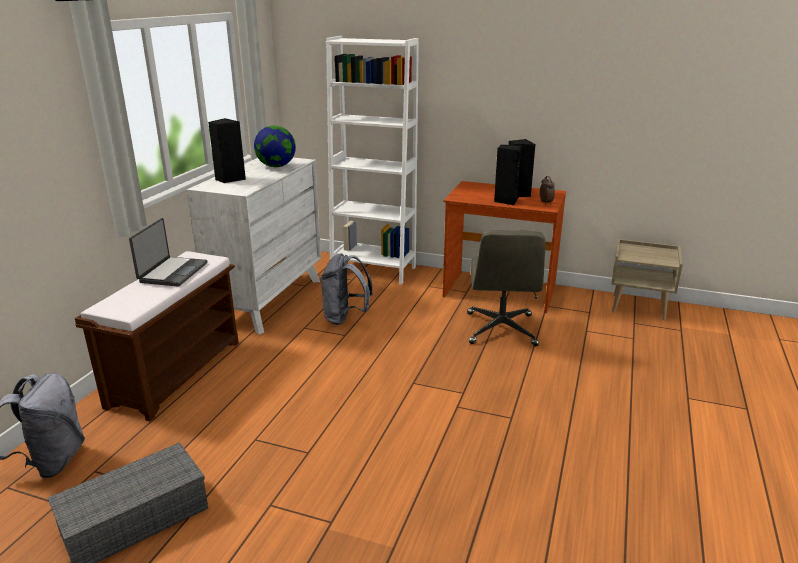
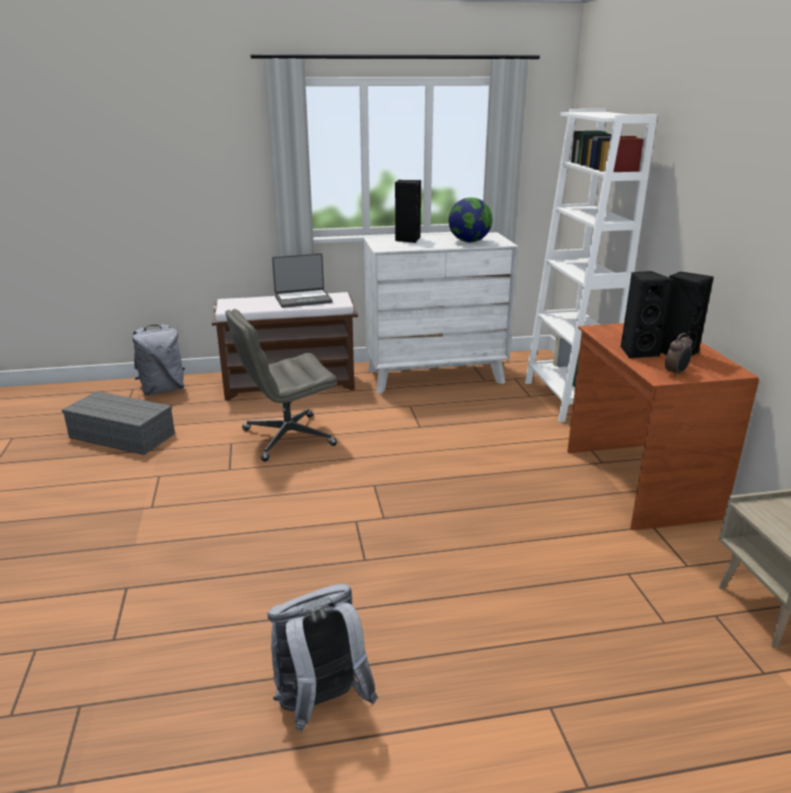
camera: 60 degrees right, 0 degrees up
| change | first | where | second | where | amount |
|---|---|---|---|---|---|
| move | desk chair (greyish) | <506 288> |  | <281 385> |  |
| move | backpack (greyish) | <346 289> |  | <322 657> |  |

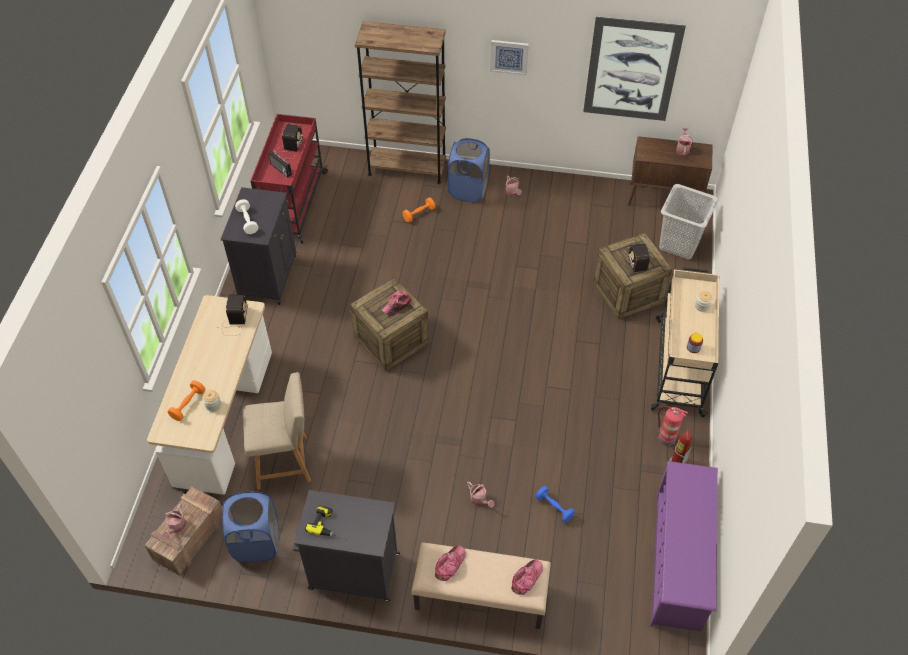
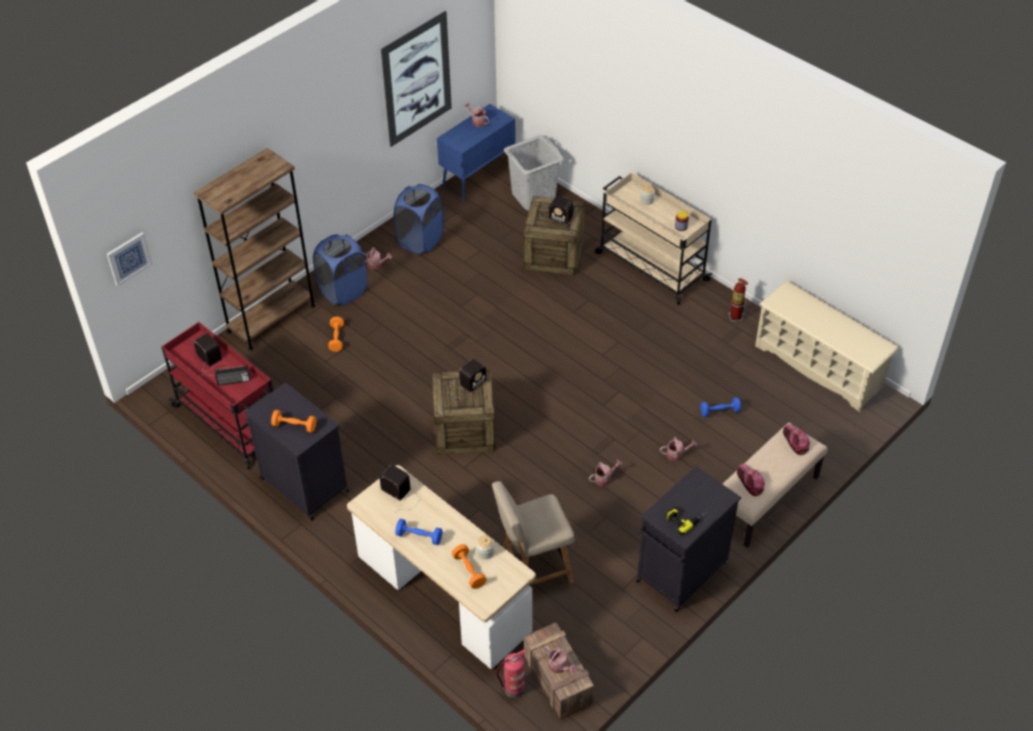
camera: 55 degrees left, 5 degrees down
| change | first | where | second | where | amount |
|---|---|---|---|---|---|
| move | wall picture | <509 57> |  | <129 259> |  |
| recolor | storage cabinet (brown-coloured) | <670 170> | storage cabinet (blue-coloured) | <476 153> |  |
| recolor | dumbbell (white) | <246 216> | dumbbell (orange) | <293 421> |  |
| replace | cap | <397 303> | radio | <467 379> |  |
| rotate | upright chair (beige) | <276 431> |  | <533 533> | 135 degrees counterclockwise |
| move | fire-fighting cylinder | <673 426> |  | <511 673> |  |
| recolor | shoe rack (purplish) | <684 546> | shoe rack (beige) | <827 346> |  |
| move | hamper (blue-coloured) | <250 526> |  | <419 219> |  |
| insert |  |  | sprinkling can | <605 472> |  |
| insert |  |  | dumbbell (blue-coloured) | <418 532> |  |

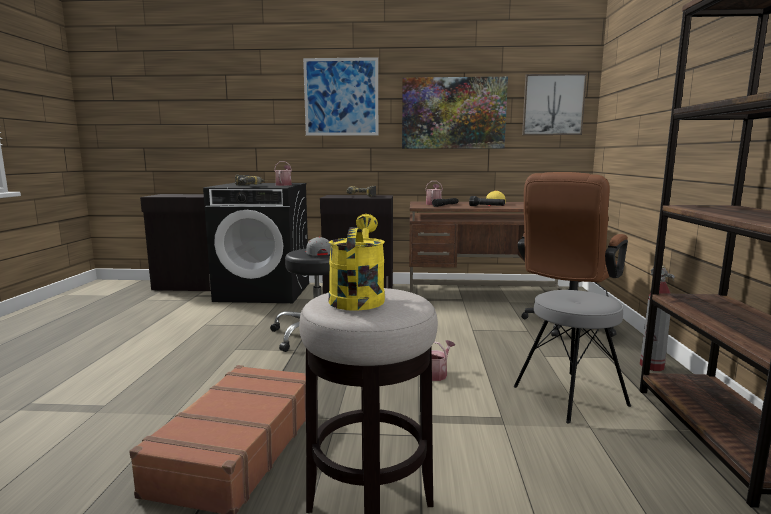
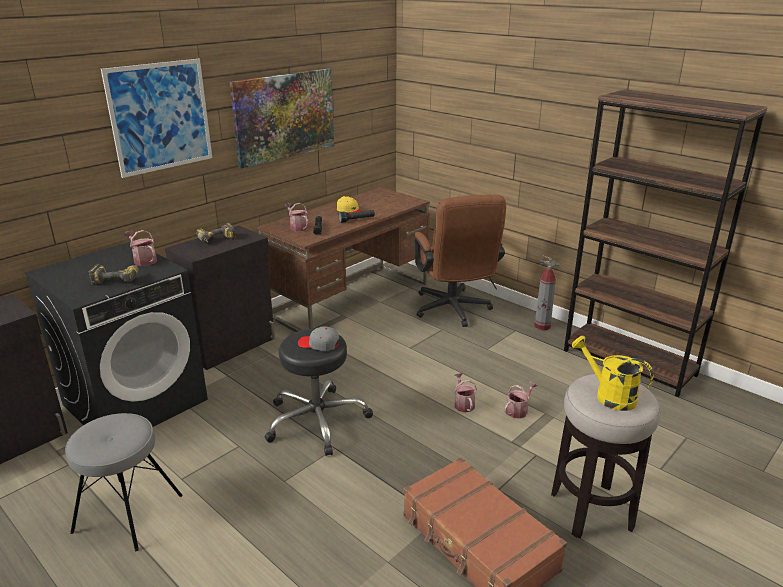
camera: 50 degrees left, 15 degrees up
| change | first | where | second | where | amount |
|---|---|---|---|---|---|
| delete | wall picture | <554 104> |  |  |  |
| move | sitting stool (greyish) | <572 356> |  | <124 482> |  |
| insert |  |  | sprinkling can | <521 400> |  |

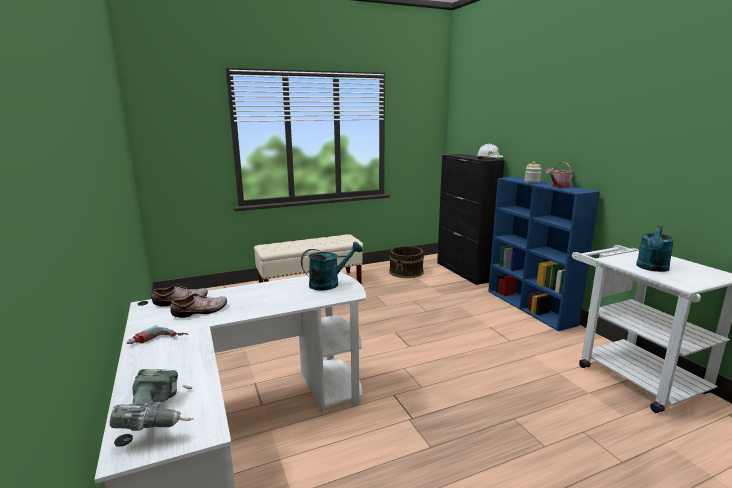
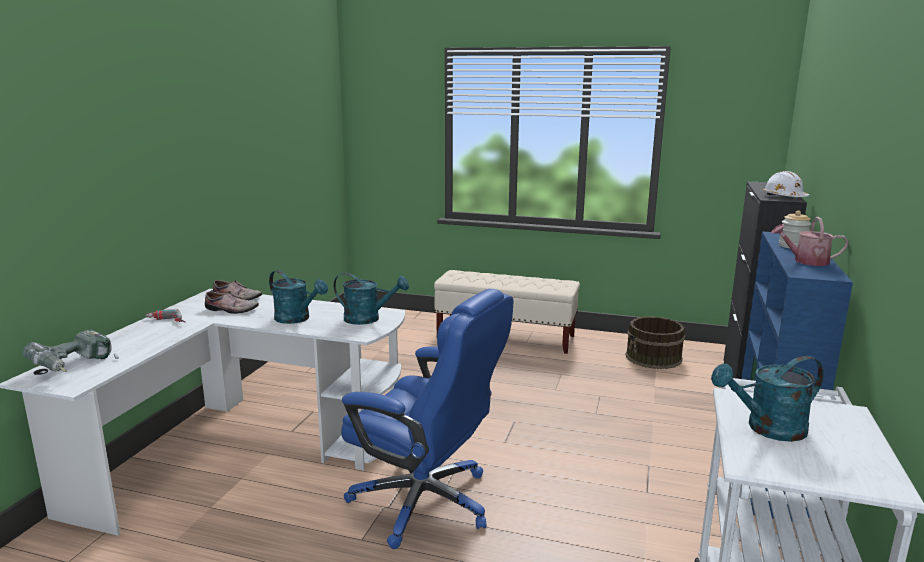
camera: 40 degrees right, 0 degrees up
| change | first | where | second | where | amount |
|---|---|---|---|---|---|
| insert |  |  | sprinkling can (turquoise) | <298 297> |  |
| insert |  |  | desk chair (blue-coloured) | <427 419> |  |

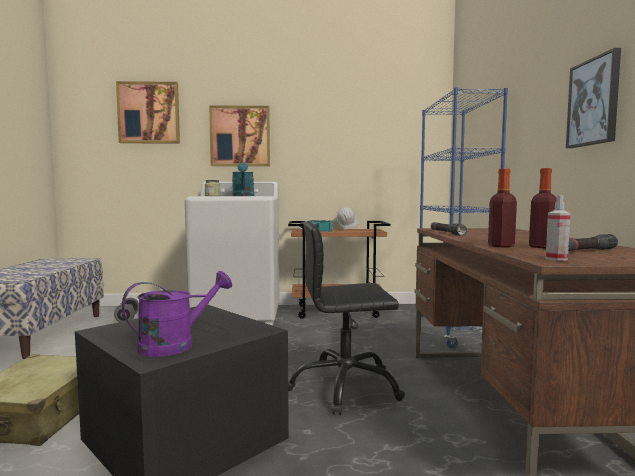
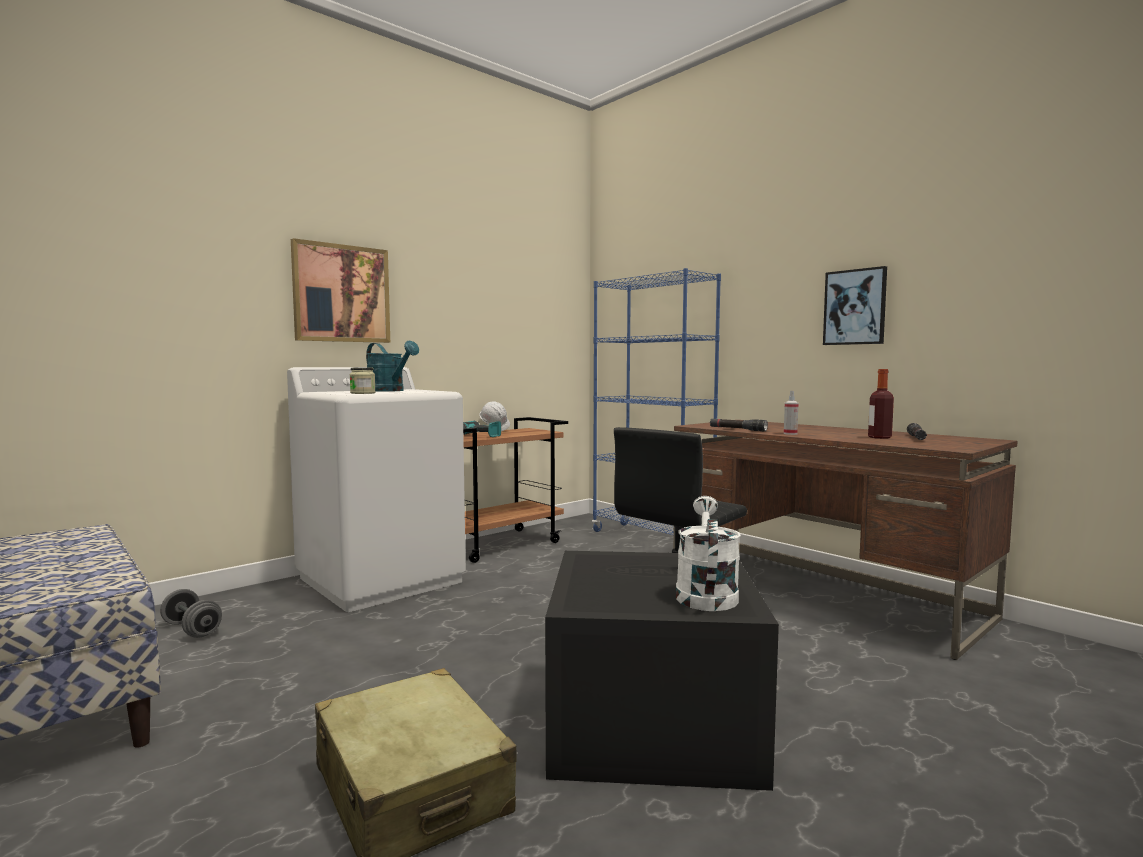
camera: 40 degrees left, 0 degrees up
| change | first | where | second | where | amount |
|---|---|---|---|---|---|
| delete | wall picture | <148 112> |  |  |  |
| delete | drink bottle | <502 207> |  |  |  |
| move | sprayer | <558 228> |  | <791 413> |  |
| recolor | sprinkling can (purplish) | <177 314> | sprinkling can (white) | <708 553> |  |

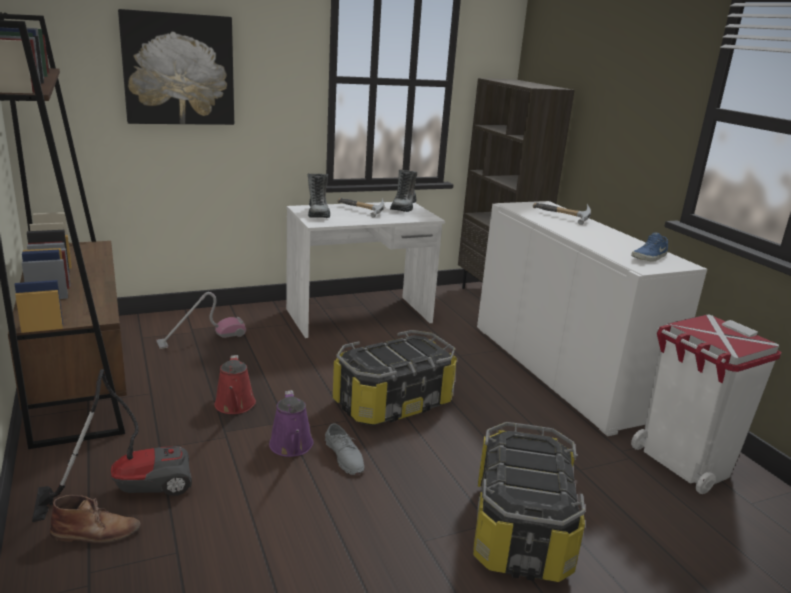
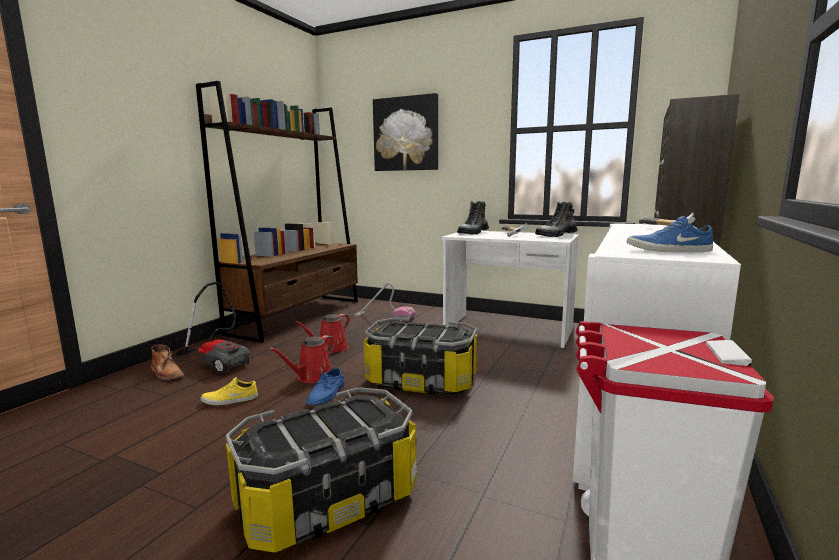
camera: 50 degrees right, 10 degrees down
| change | first | where | second | where | amount |
|---|---|---|---|---|---|
| recolor | sprinkling can (purplish) | <291 423> | sprinkling can (reddish) | <302 359> |  |
| recolor | shoe (greyish) | <344 449> | shoe (blue-coloured) | <325 387> |  |
| insert |  |  | shoe (yellowish) | <229 391> |  |

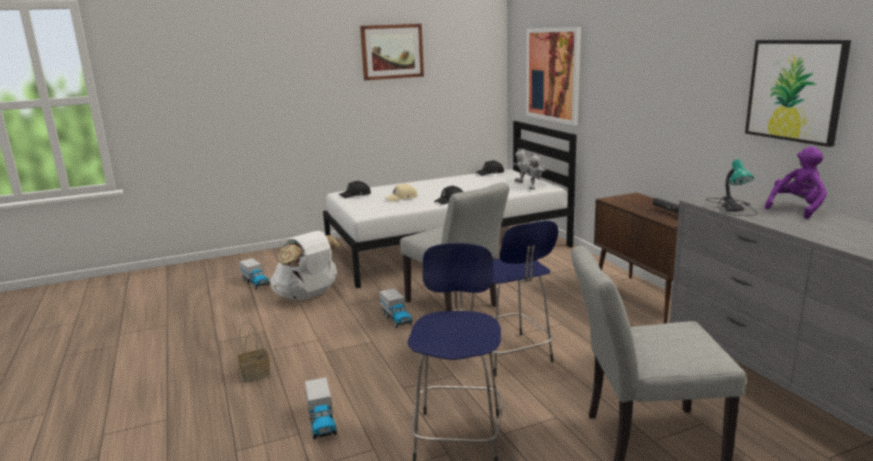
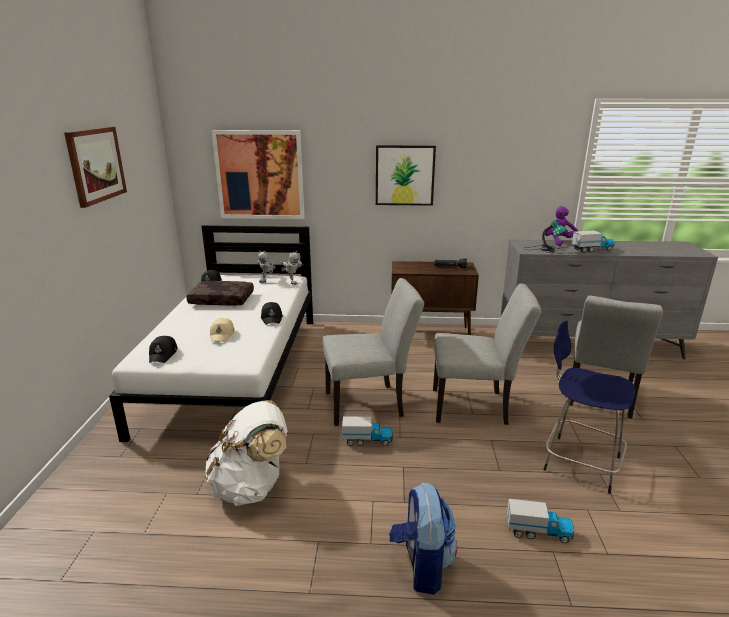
camera: 65 degrees left, 5 degrees up
| change | first | where | second | where | amount |
|---|---|---|---|---|---|
| move | wall picture | <798 93> |  | <406 175> |  |
| replace | sitting stool (blue-coloured) | <514 299> | upright chair (greyish) | <487 354> |  |
| move | model truck | <254 273> |  | <593 241> |  |
| replace | storage basket | <254 352> | backpack | <423 539> |  |
| insert |  |  | pillow (brown-coloured) | <220 293> |  |

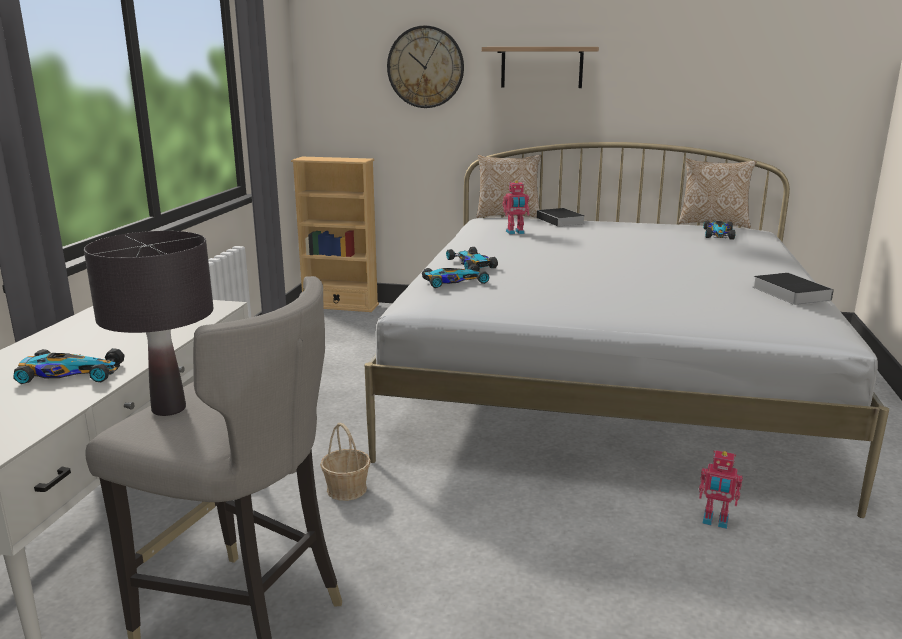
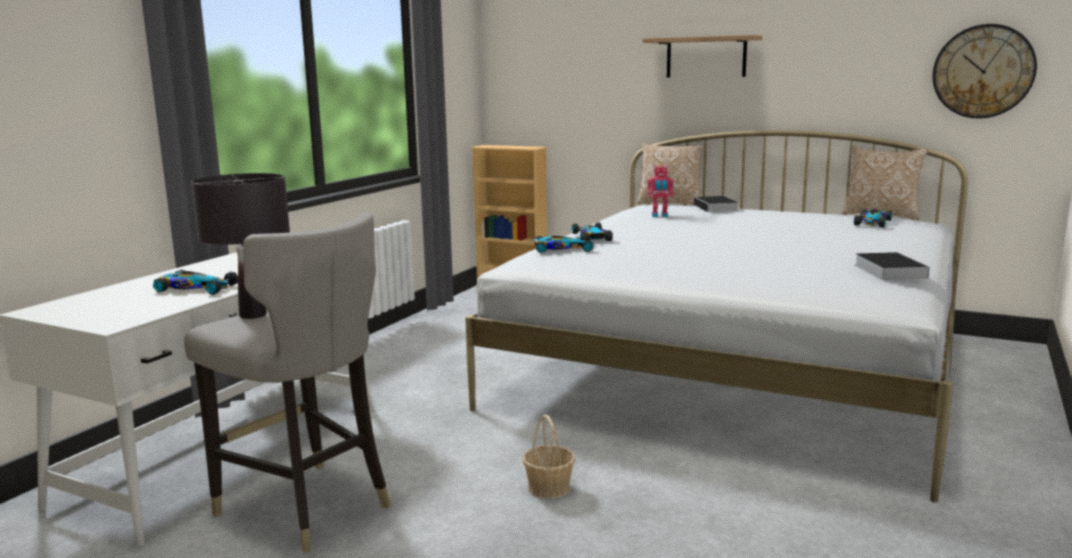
camera: 15 degrees right, 5 degrees down
| change | first | where | second | where | amount |
|---|---|---|---|---|---|
| move | clock on the wall | <425 66> |  | <984 71> |  |
| move | storage basket | <345 462> |  | <548 457> |  |
| delete | robot figure | <721 489> |  |  |  |

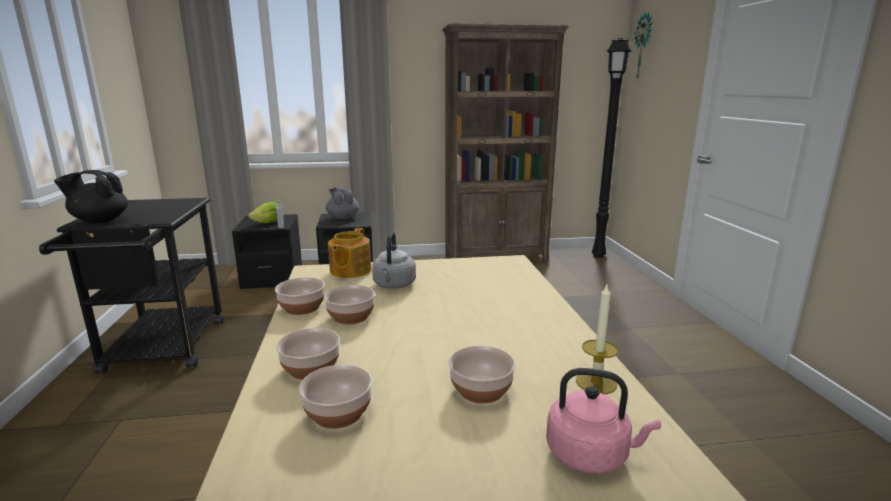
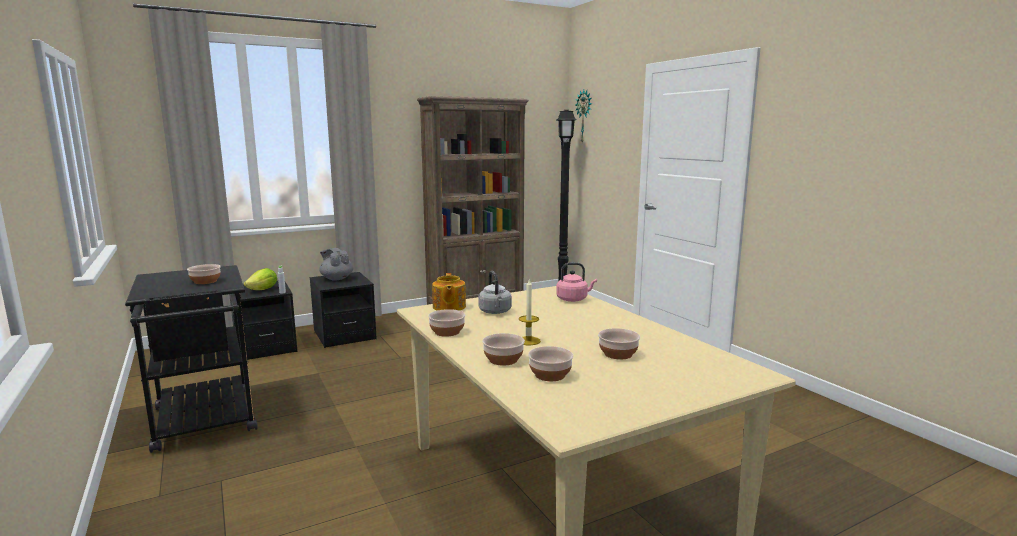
camera: 20 degrees left, 5 degrees down
| change | first | where | second | where | amount |
|---|---|---|---|---|---|
| delete | pot for tea (black) | <91 197> |  |  |  |
| move | serving bowl | <349 305> |  | <204 274> |  |
| move | wax light | <597 339> |  | <530 312> |  |
| move | tea kettle (pink-coloured) | <603 421> |  | <576 282> |  |

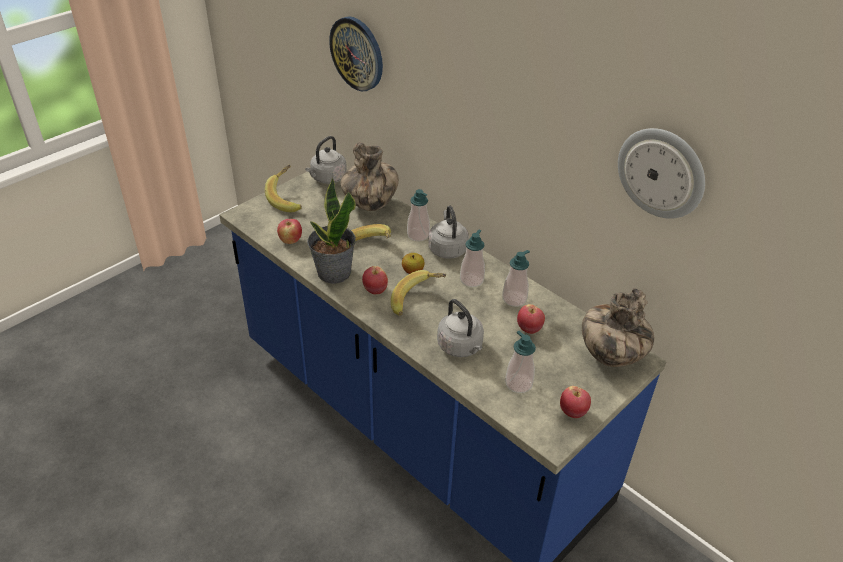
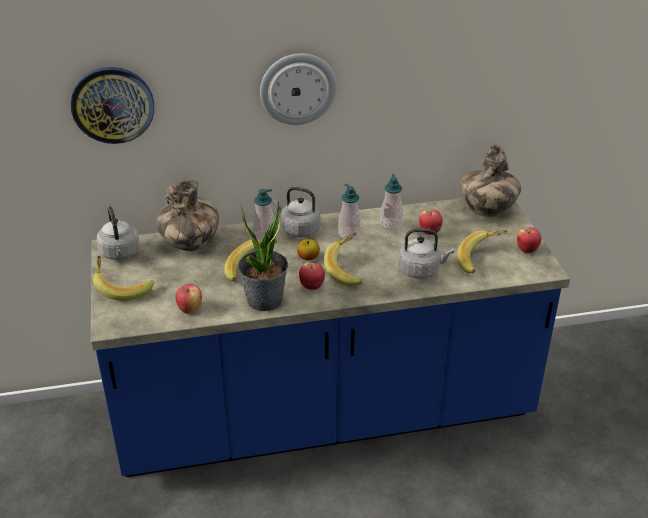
camera: 55 degrees left, 5 degrees down
| change | first | where | second | where | amount |
|---|---|---|---|---|---|
| move | clock on the wall | <661 173> |  | <298 89> |  |
| replace | soap bottle | <520 362> | banana fruit | <482 251> |  |

